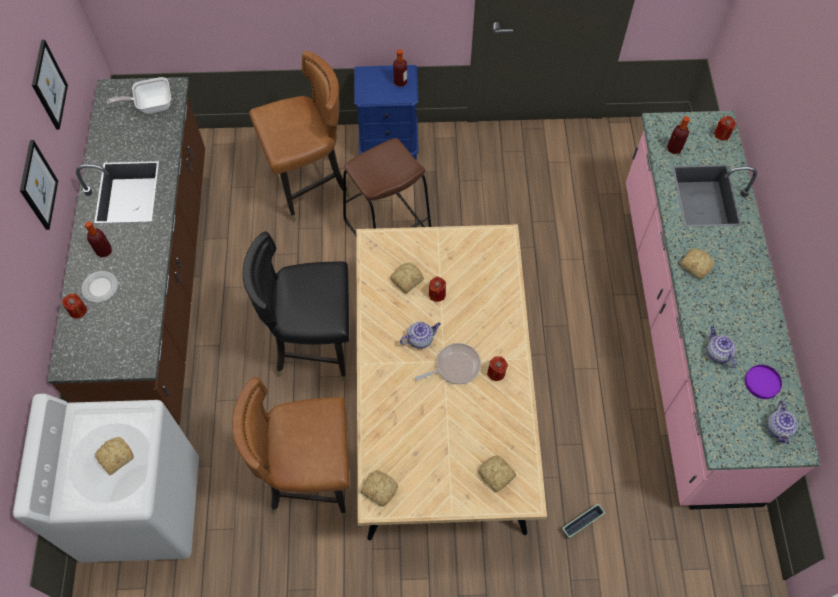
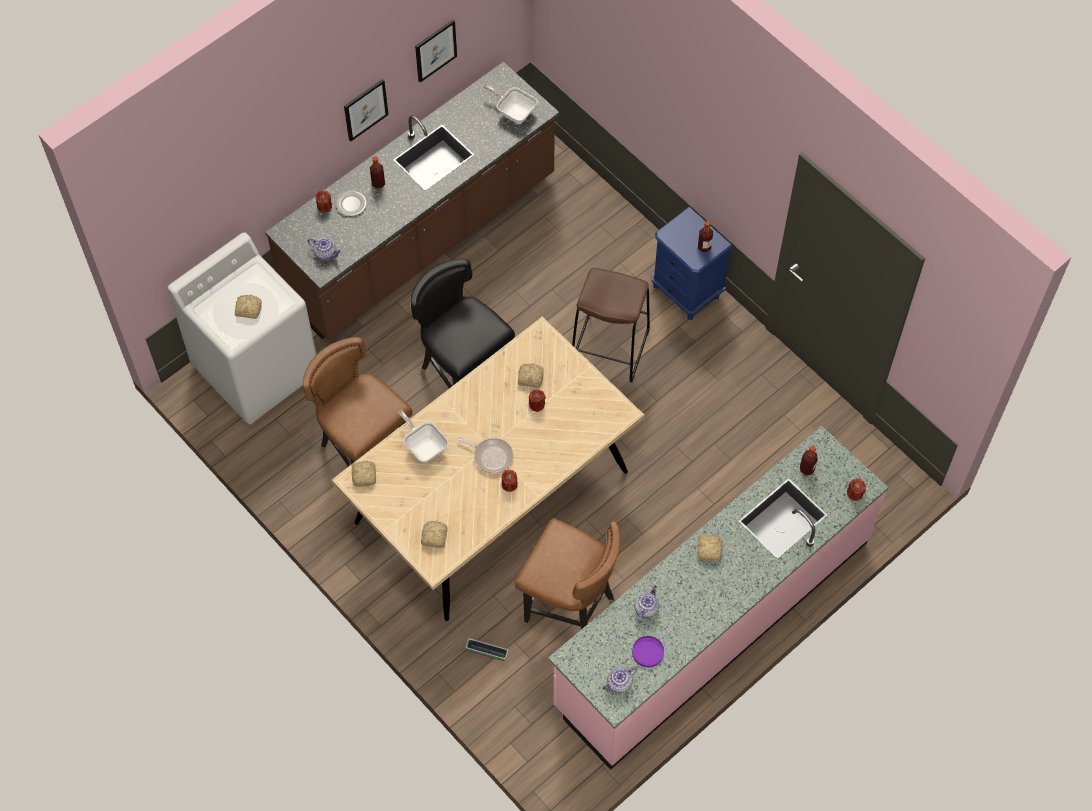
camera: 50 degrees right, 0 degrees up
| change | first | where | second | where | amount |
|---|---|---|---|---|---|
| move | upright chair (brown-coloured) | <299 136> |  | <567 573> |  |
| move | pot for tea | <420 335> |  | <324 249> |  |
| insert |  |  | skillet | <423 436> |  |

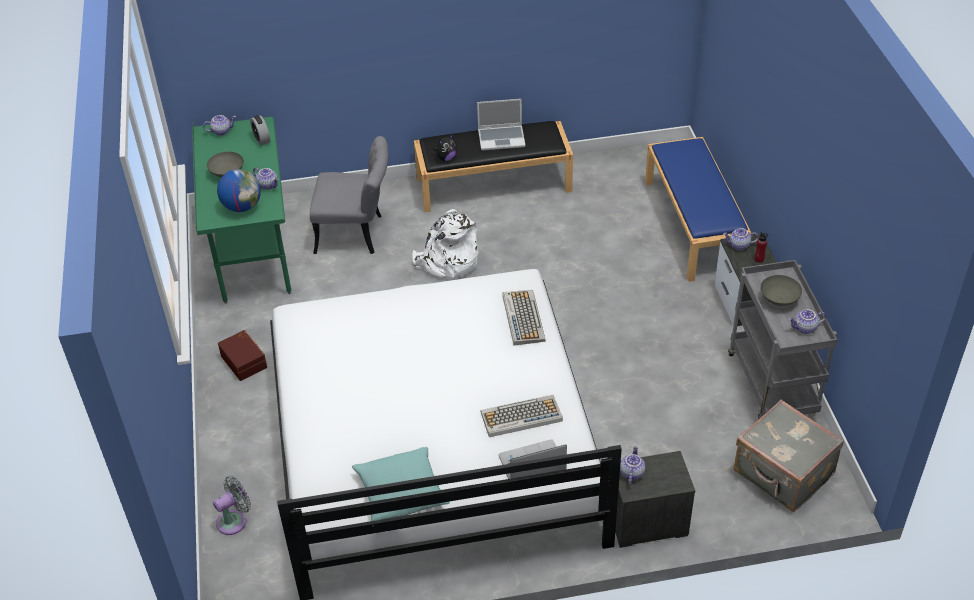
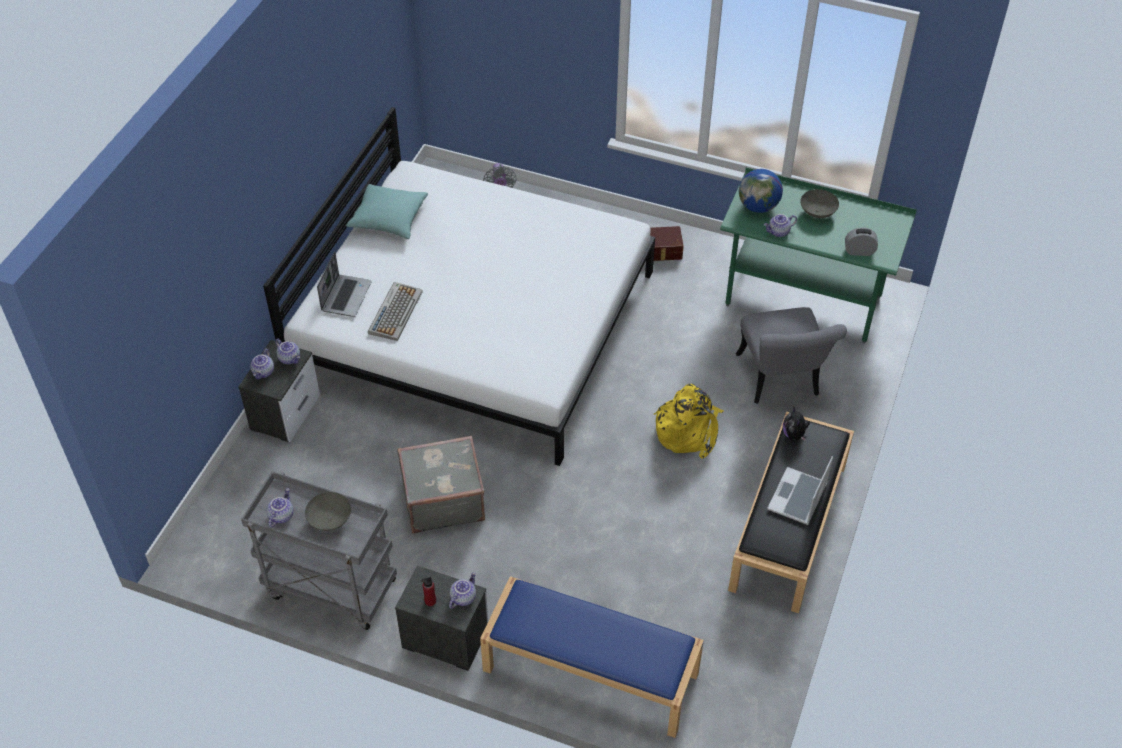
camera: 120 degrees right, 5 degrees up
| change | first | where | second | where | amount |
|---|---|---|---|---|---|
| move | pot for tea | <219 125> |  | <262 364> |  |
| rotate | upright chair (greyish) | <349 195> |  | <791 355> | 45 degrees counterclockwise |
| recolor | backpack (white) | <445 244> | backpack (yellowish) | <689 421> |  |
| delete | PC keyboard | <524 318> |  |  |  |
| move | piece of luggage (greyish) | <789 456> |  | <441 484> |  |

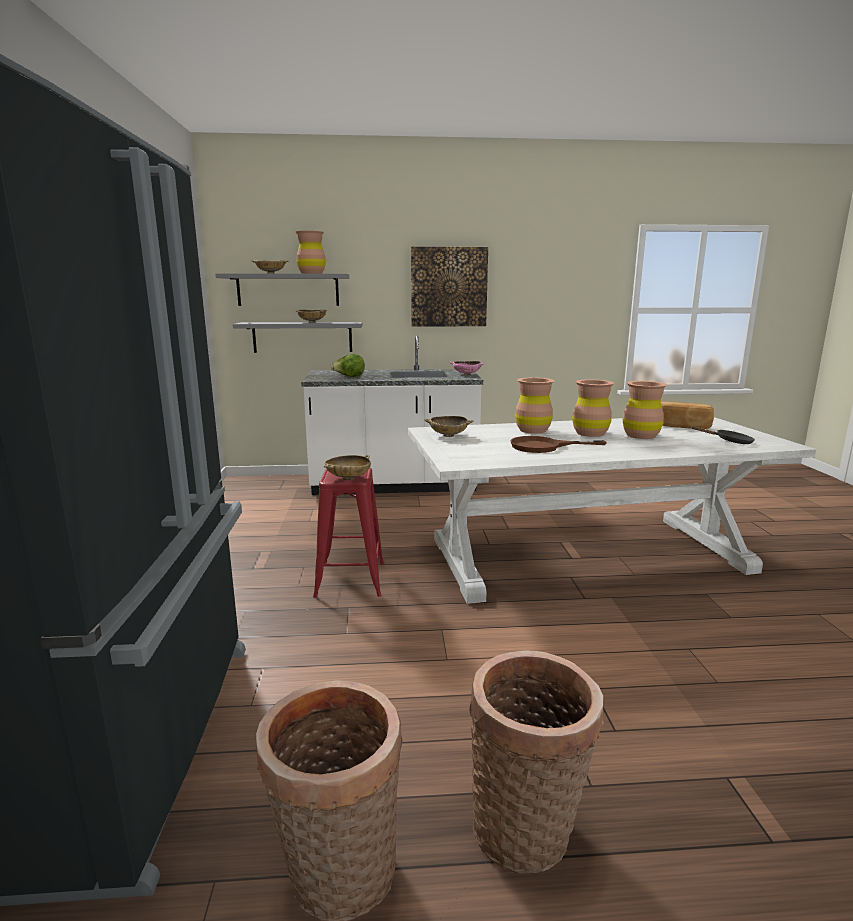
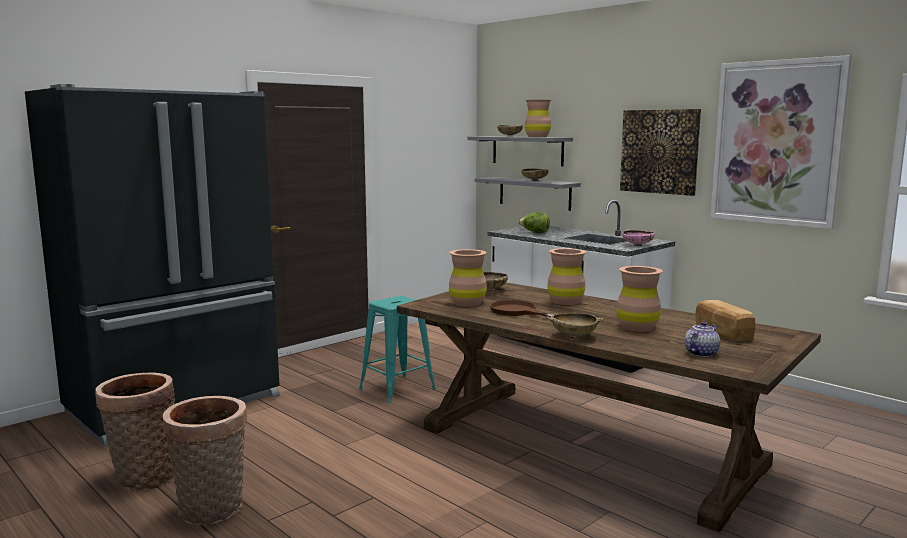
camera: 50 degrees right, 5 degrees down
| change | first | where | second | where | amount |
|---|---|---|---|---|---|
| move | decorative vase (brown-coloured) | <593 408> |  | <468 278> |  |
| recolor | dinner table (white) | <612 510> | dinner table (brown-coloured) | <609 407> |  |
| replace | skillet (black) | <723 435> | pot for tea | <702 339> |  |
| move | serving bowl (beige) | <347 467> |  | <575 326> |  |
| recolor | sitting stool (reddish) | <348 533> | sitting stool (turquoise) | <397 350> |  |
| insert |  |  | wall picture | <781 142> |  |

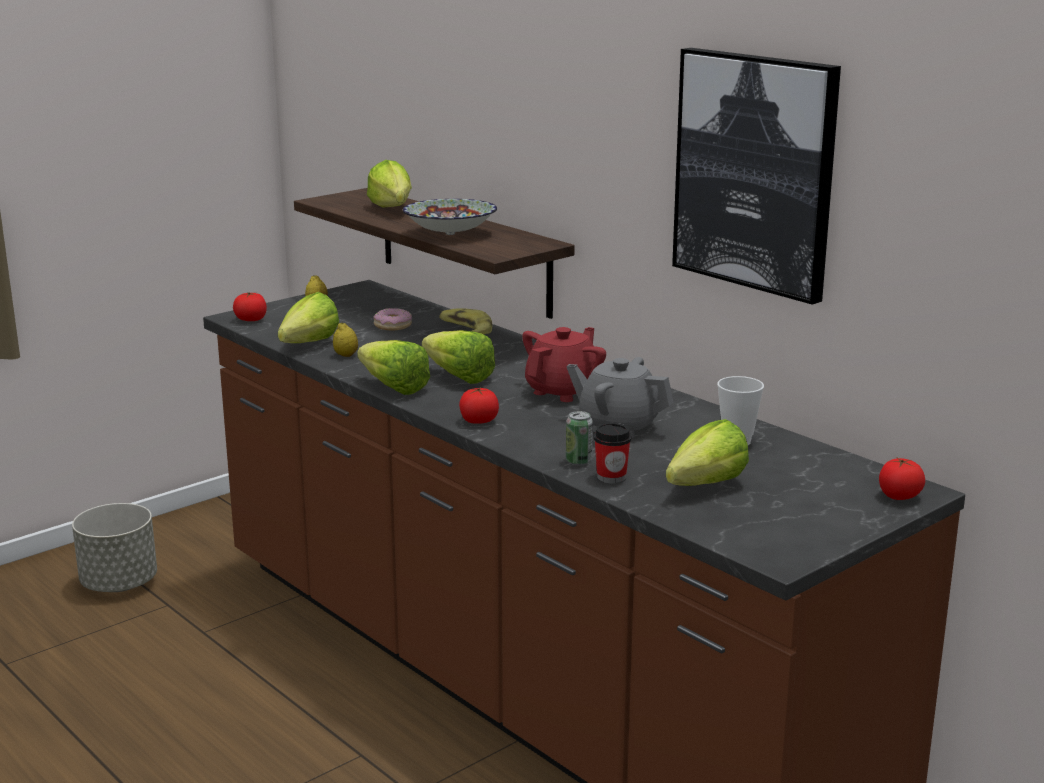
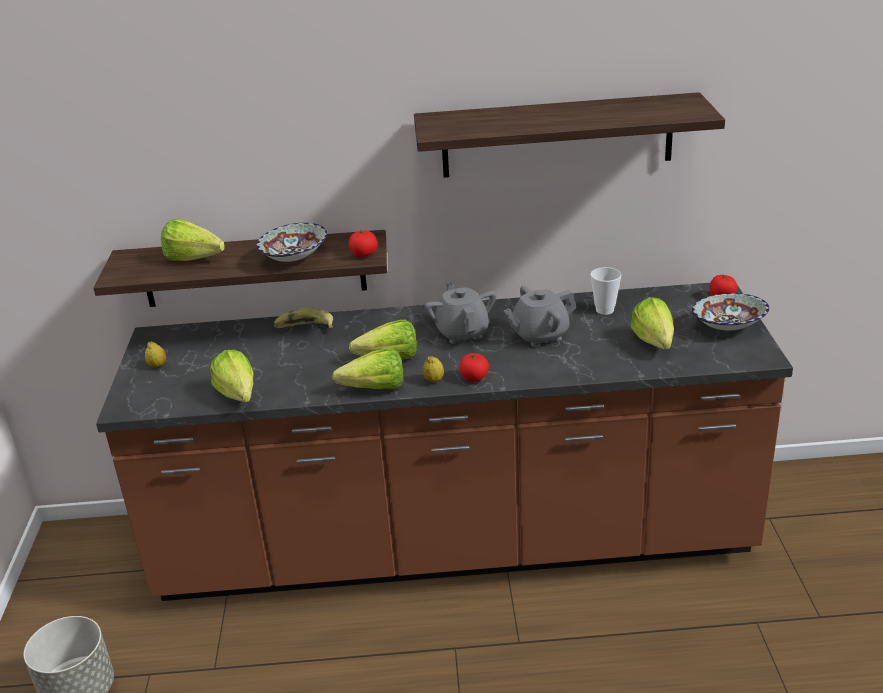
camera: 50 degrees left, 10 degrees up
| change | first | where | second | where | amount |
|---|---|---|---|---|---|
| replace | wall picture | <756 176> | wall shelf | <569 135> |  |
| move | fresh tomato | <250 306> |  | <363 243> |  |
| delete | ring doughnut | <392 319> |  |  |  |
| move | whole lemon | <345 340> |  | <433 369> |  |
| recolor | pot for tea (reddish) | <564 364> | pot for tea (greyish) | <460 312> |  |
| delete | can | <579 438> |  |  |  |
| delete | cup | <612 453> |  |  |  |
| insert |  |  | serving bowl | <730 311> |  |

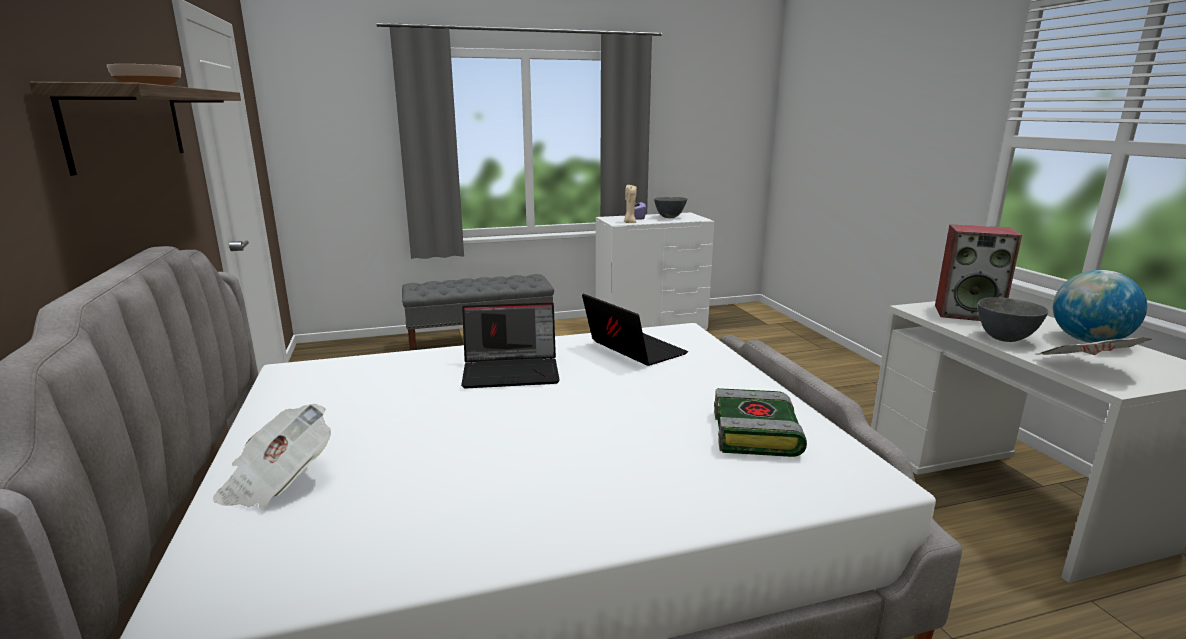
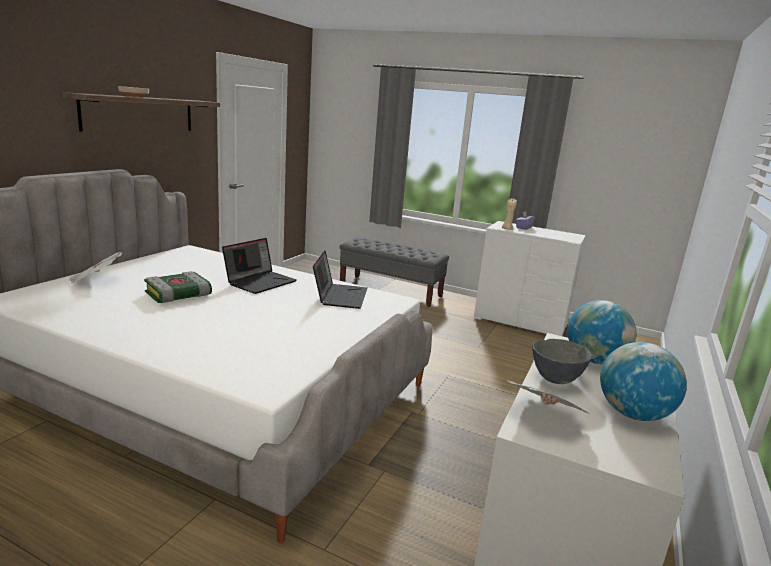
camera: 40 degrees right, 0 degrees up
| change | first | where | second | where | amount |
|---|---|---|---|---|---|
| delete | serving bowl (greyish) | <670 207> |  |  |  |
| replace | audio speaker | <978 272> | desk globe | <602 332> |  |
| rotate | notebook computer | <510 345> |  | <259 266> | 90 degrees counterclockwise |
| move | volume | <760 422> |  | <178 287> |  |

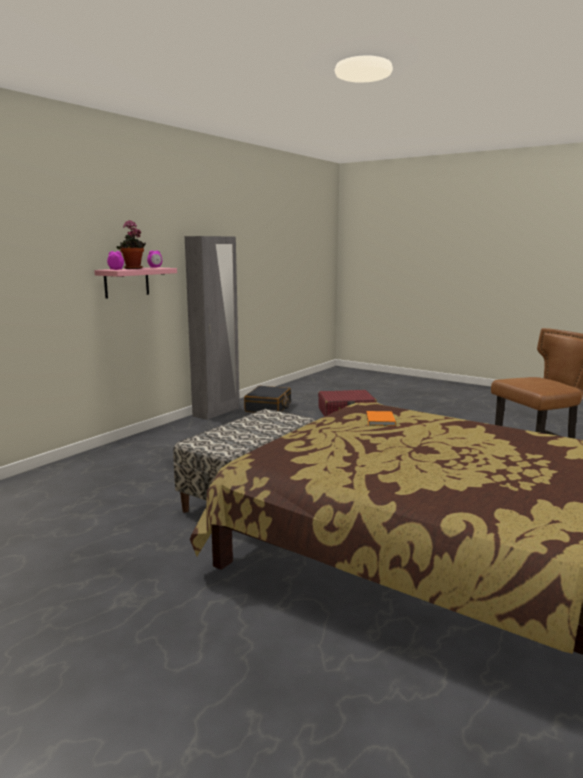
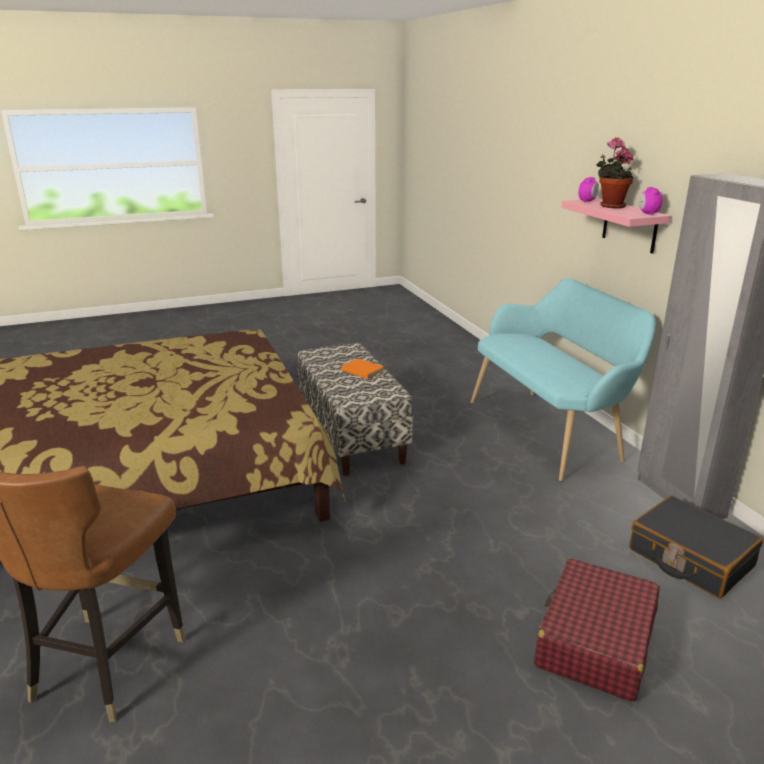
camera: 125 degrees right, 10 degrees up
| change | first | where | second | where | amount |
|---|---|---|---|---|---|
| move | volume (orange) | <381 418> |  | <362 369> |  |
| insert |  |  | long seat (turquoise) | <563 379> |  |

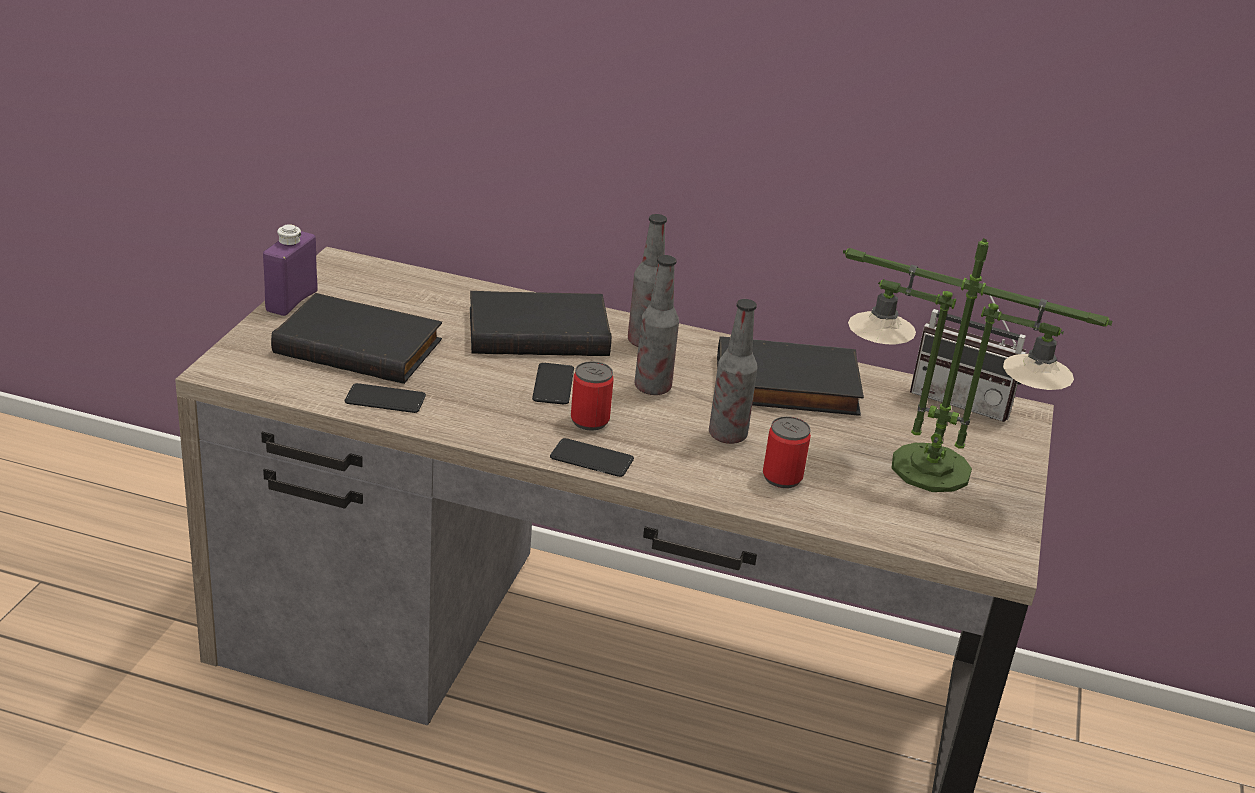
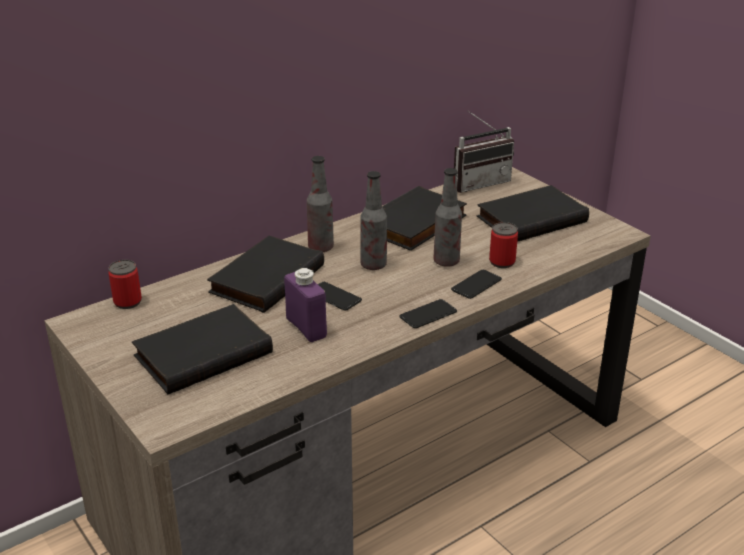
camera: 50 degrees left, 0 degrees up
| change | first | where | second | where | amount |
|---|---|---|---|---|---|
| move | drink bottle (purplish) | <290 270> |  | <305 305> |  |
| replace | table lamp | <978 365> | volume (black) | <533 213> |  |
| move | can | <592 395> |  | <125 284> |  |
| move | phone | <385 398> |  | <476 284> |  |

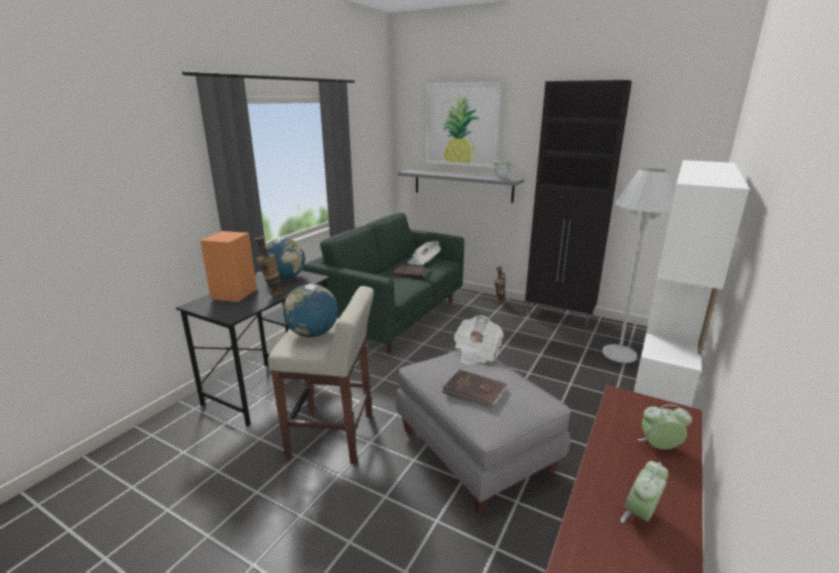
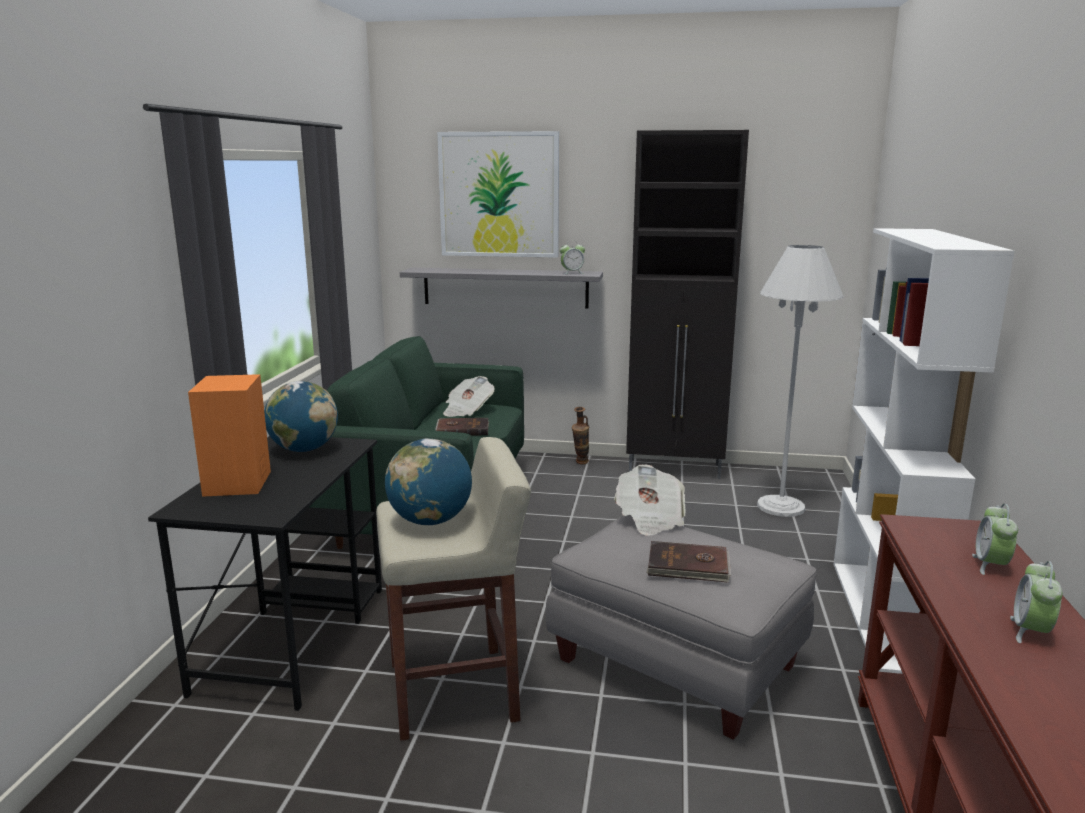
camera: 20 degrees left, 5 degrees down
| change | first | where | second | where | amount |
|---|---|---|---|---|---|
| delete | decorative vase | <268 266> |  |  |  |
| rotate | table clock | <664 427> |  | <995 539> | 60 degrees counterclockwise |

